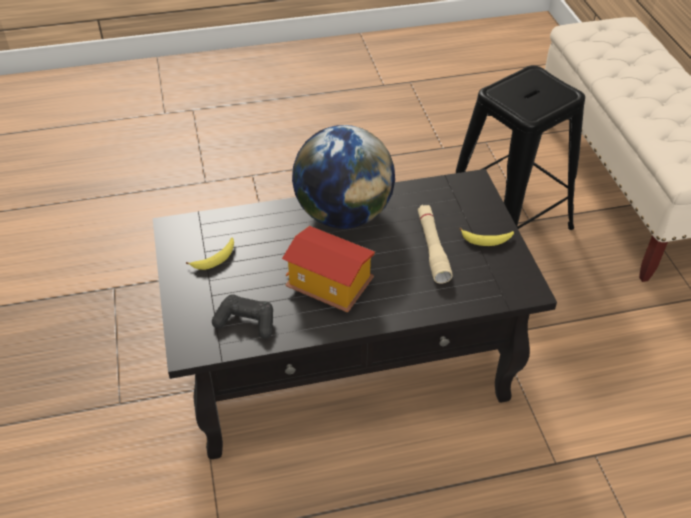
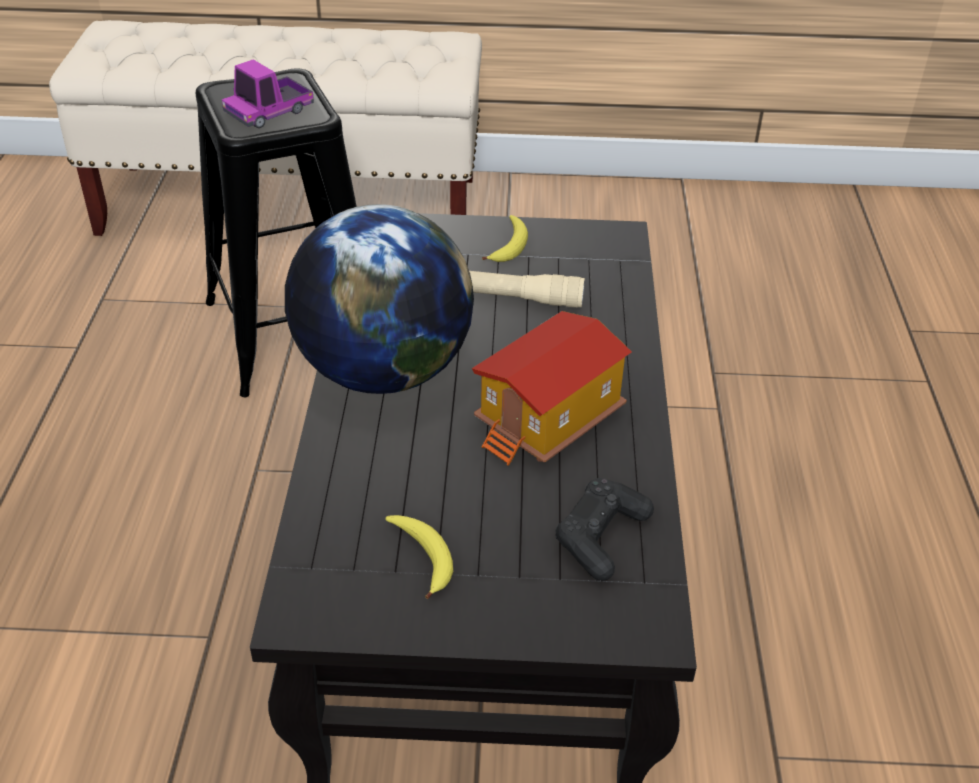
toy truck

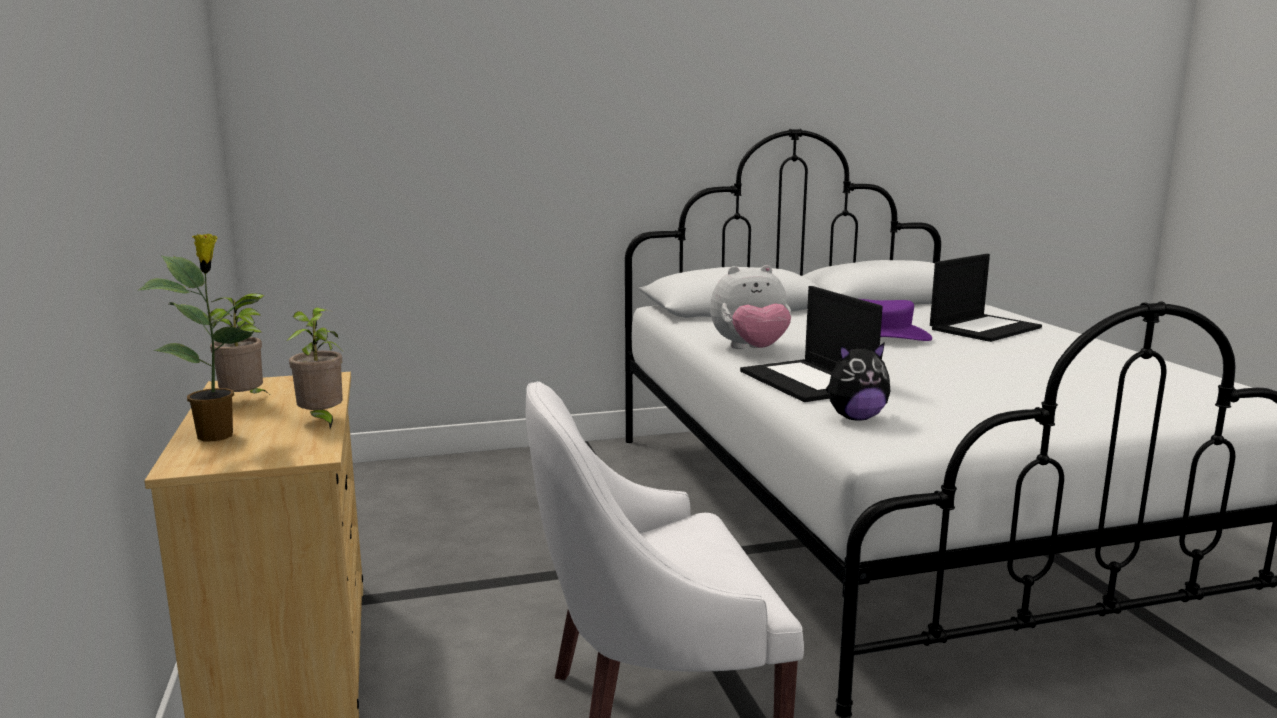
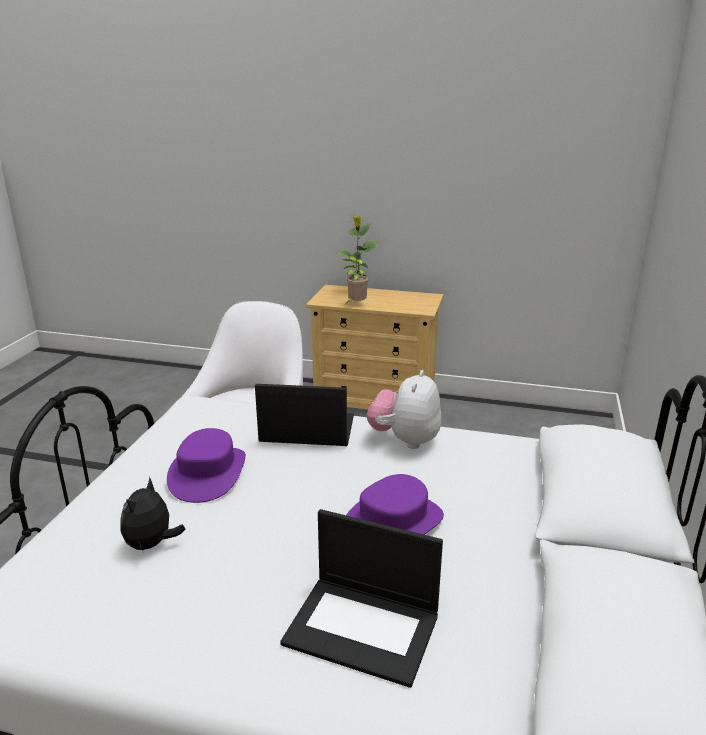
potted plant (2nd from left in the first image)
purple hat (1st from left)
plush toy (1st from left)
laptop (2nd from left)

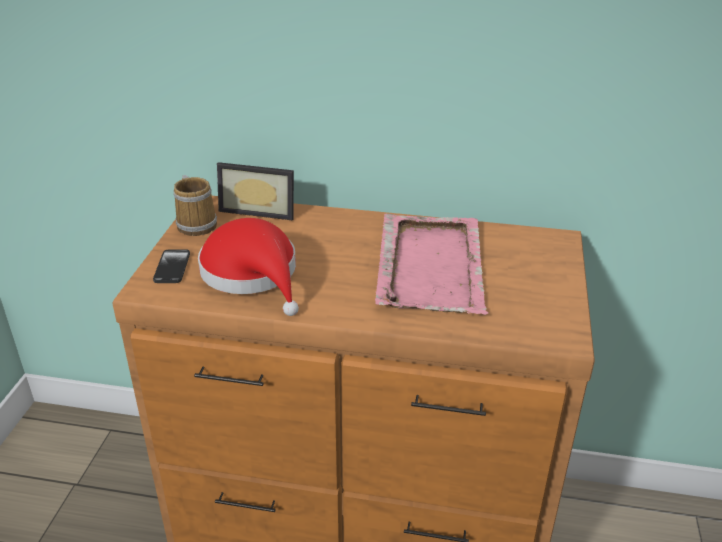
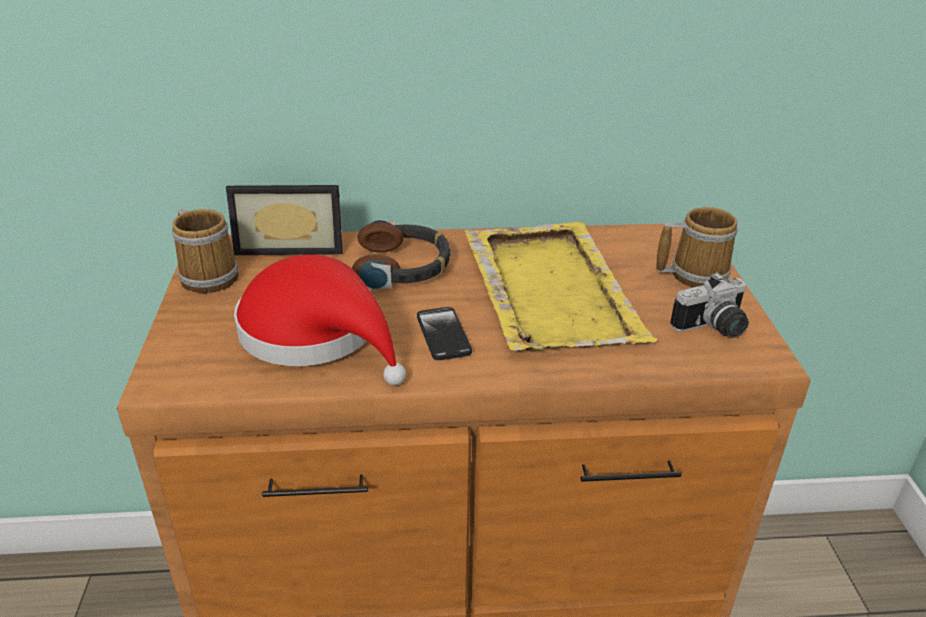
headphones
mug (2nd from left)
photo camera
phone
yellow tray

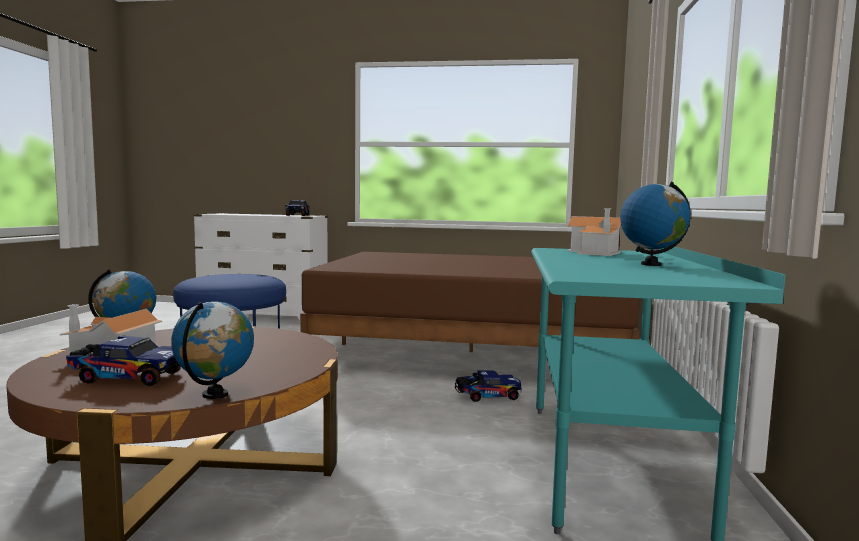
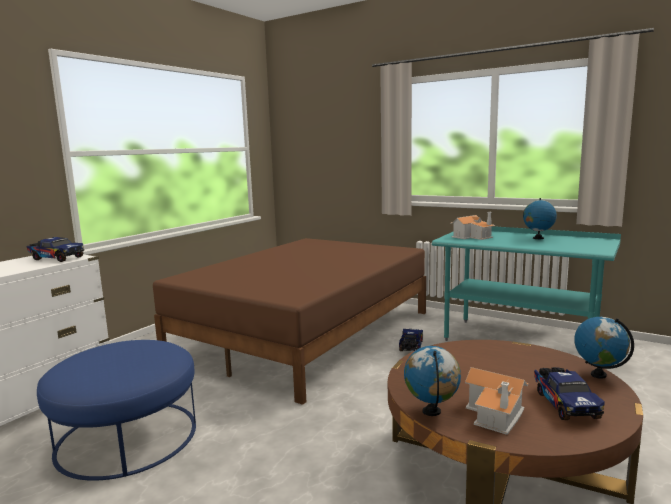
toy truck (3rd from left)

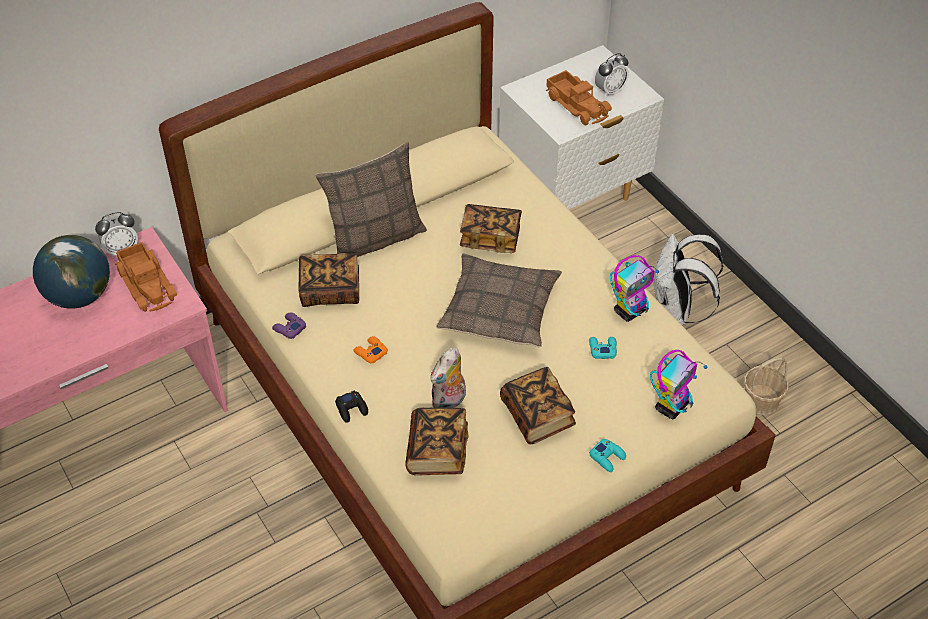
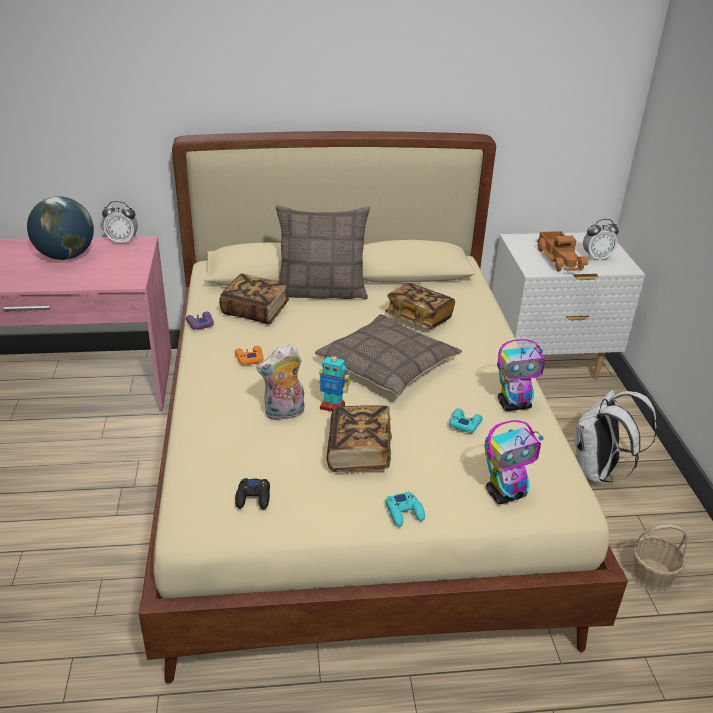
toy truck (1st from left in the first image)
book (2nd from left in the first image)
toy robot (1st from left)
black game controller

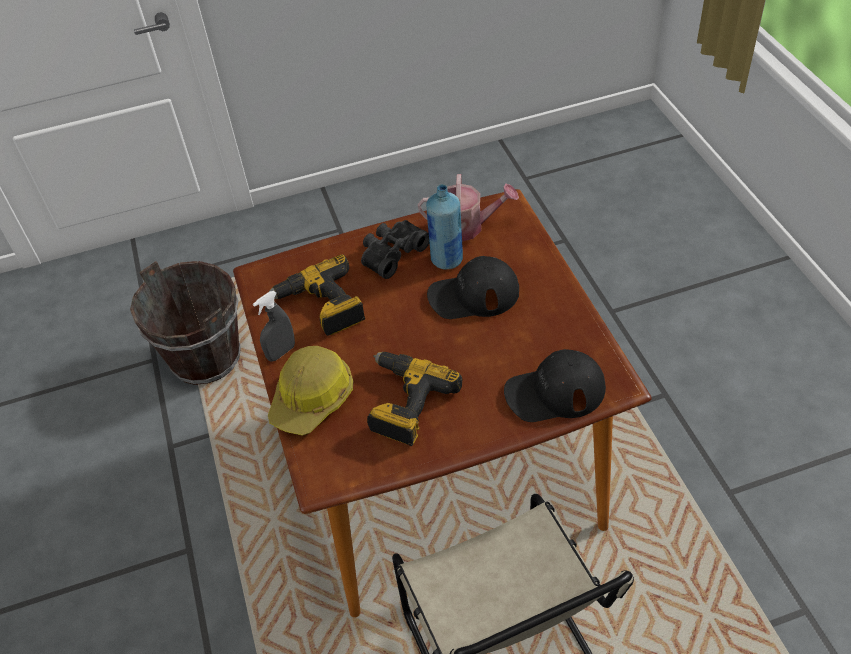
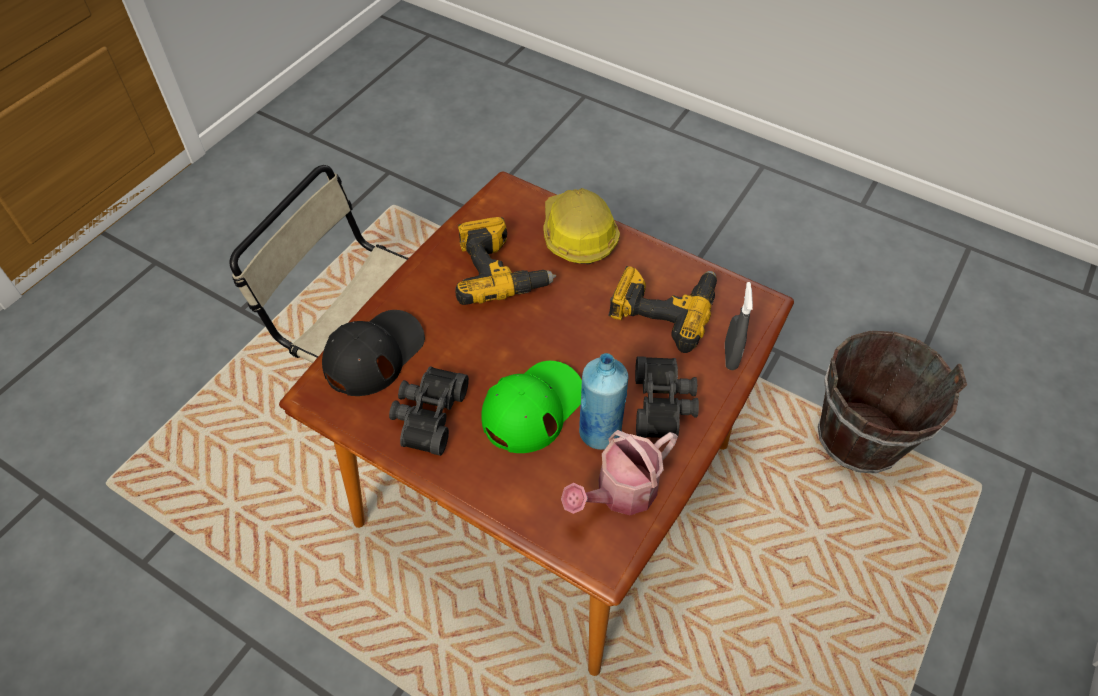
black binoculars (1st from left)
grey spray bottle
green cap

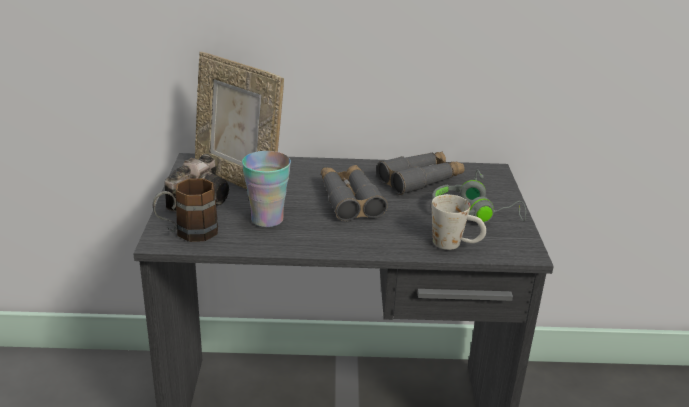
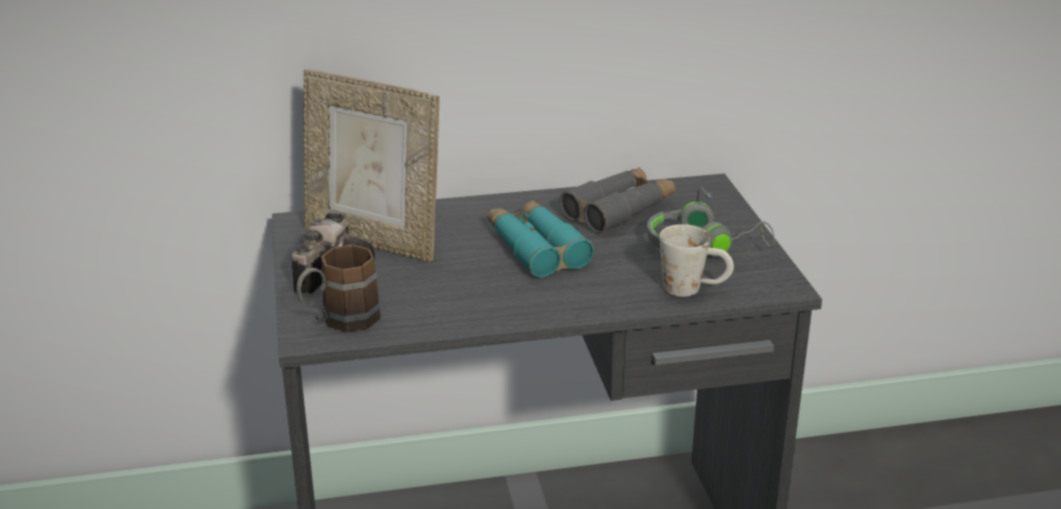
cup
turquoise binoculars

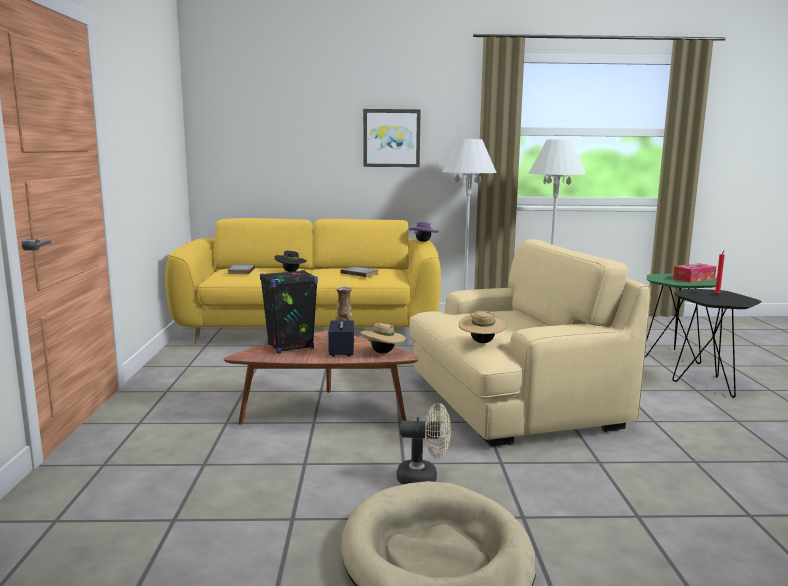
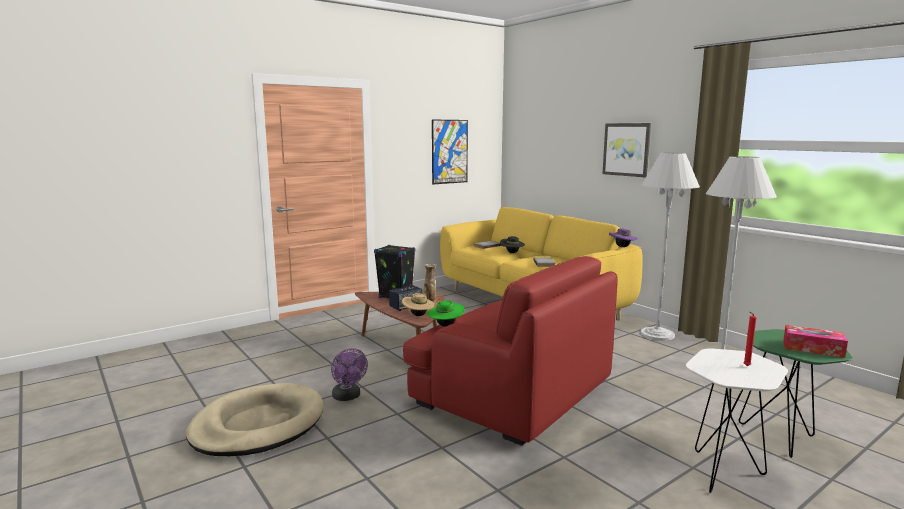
picture (1st from left)
purple fan
red armchair
green hat
white side table

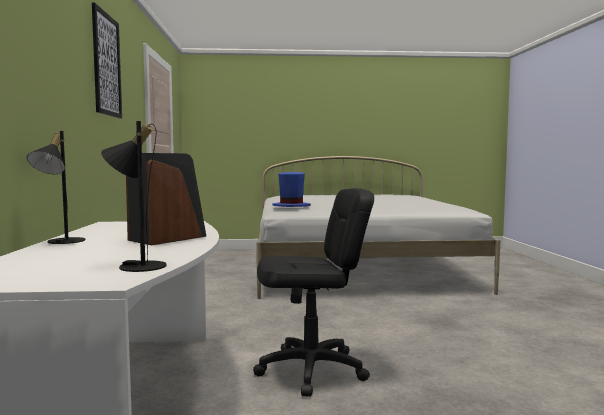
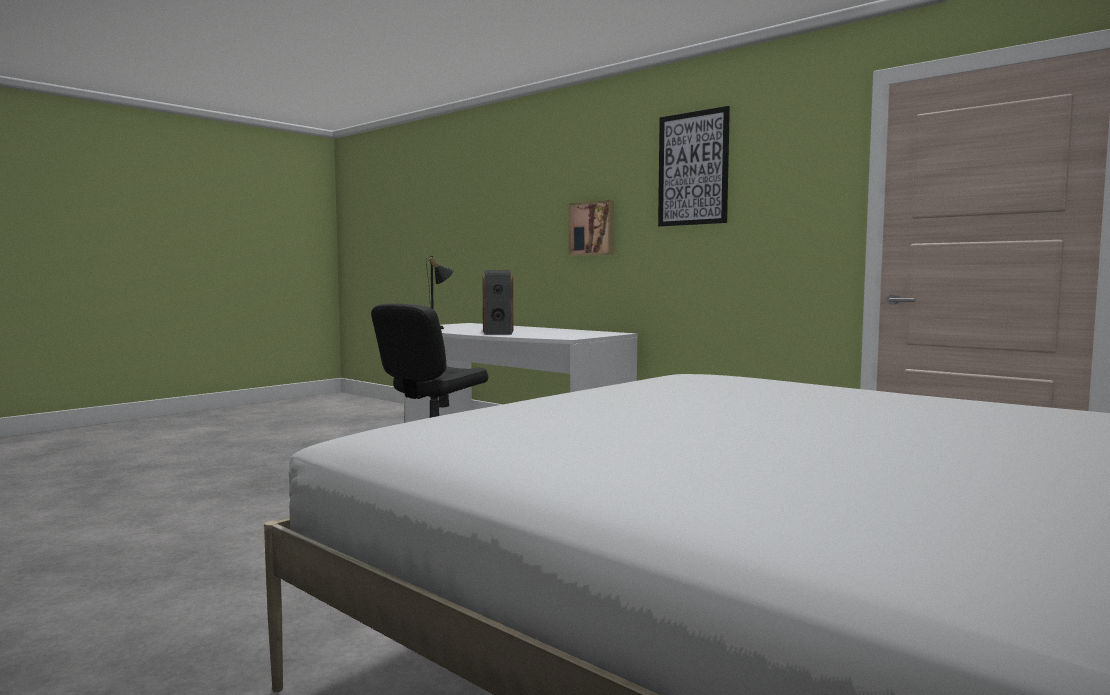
black table lamp (1st from left in the first image)
blue hat
picture (1st from left)

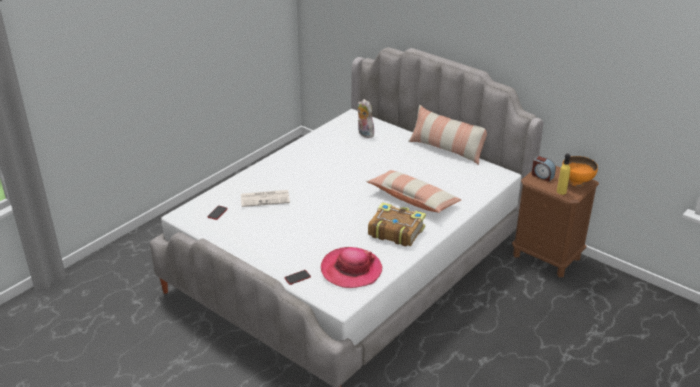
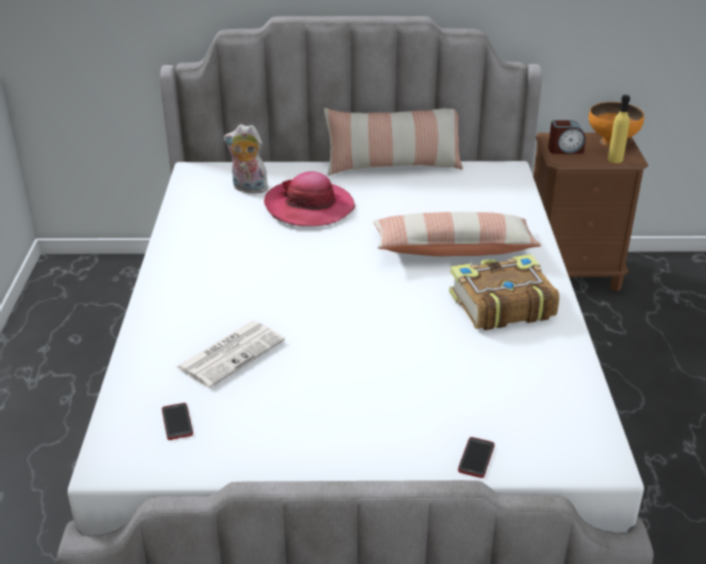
hat

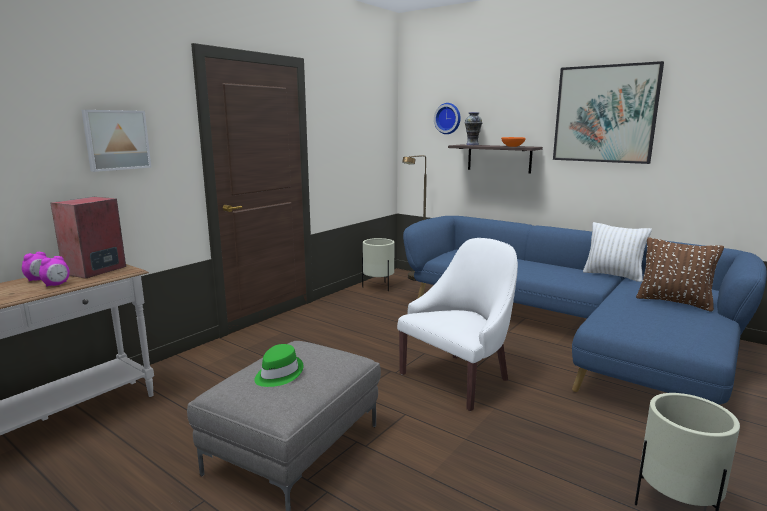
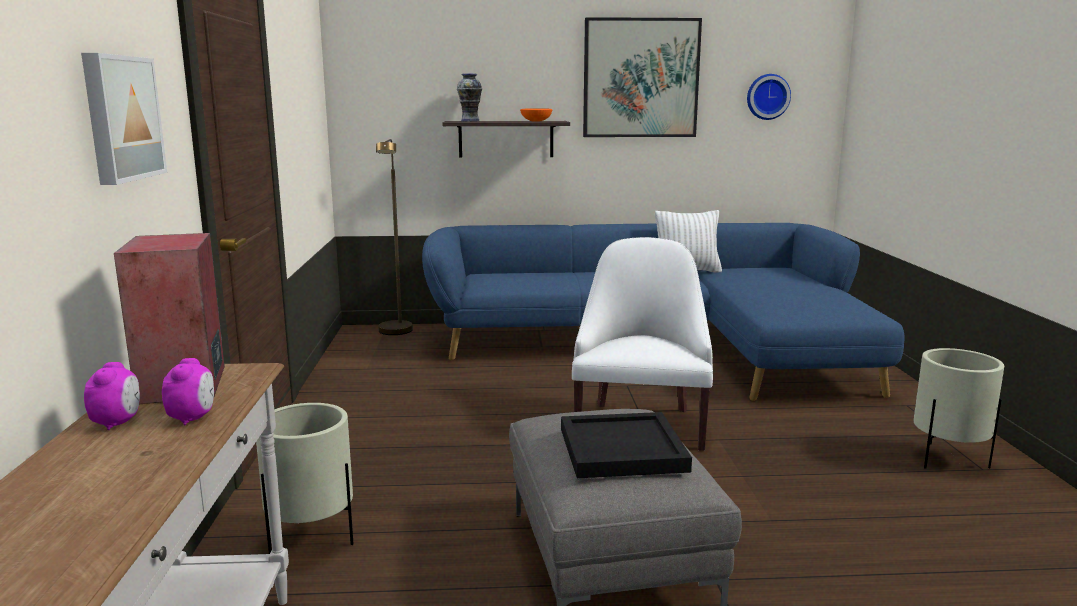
brown pillow
beige planter (1st from left)
wall clock
black tray

